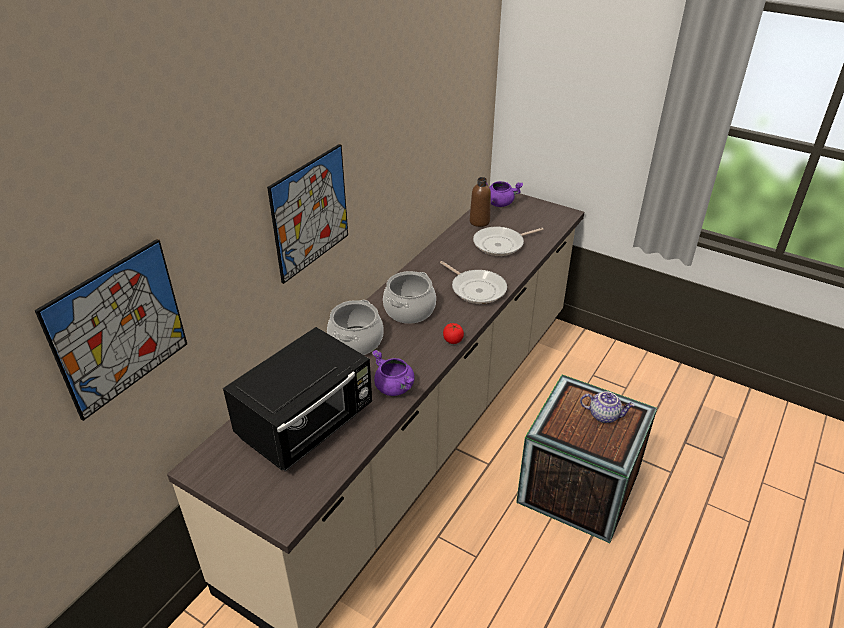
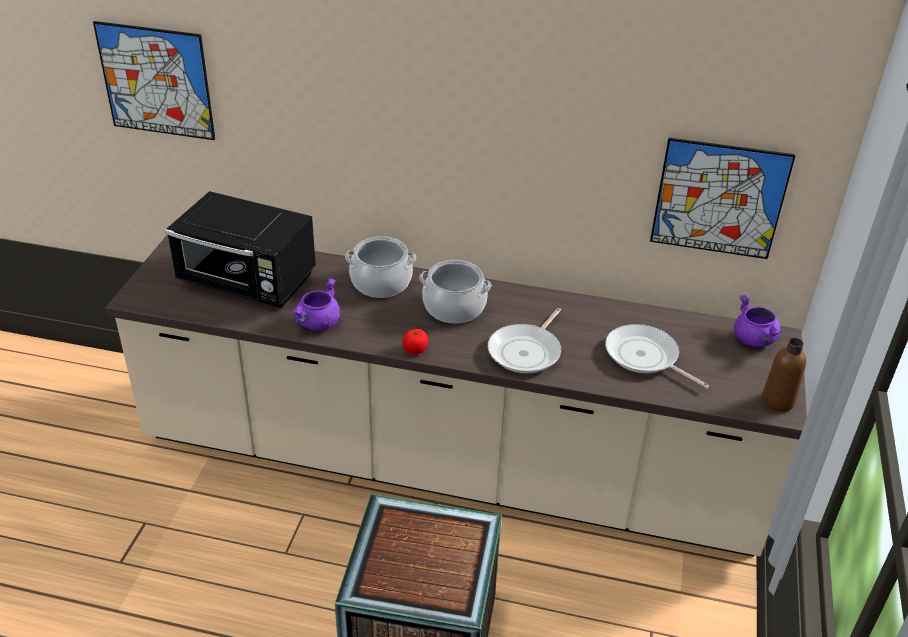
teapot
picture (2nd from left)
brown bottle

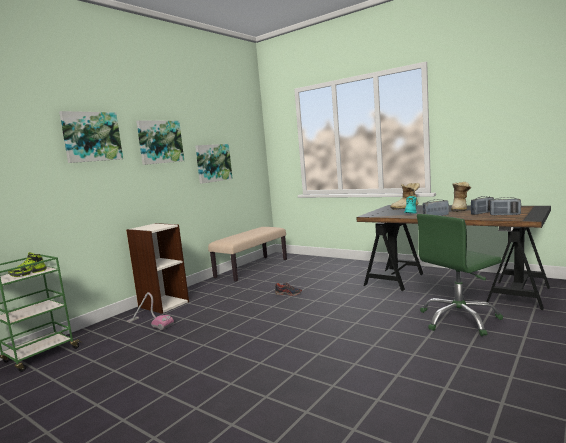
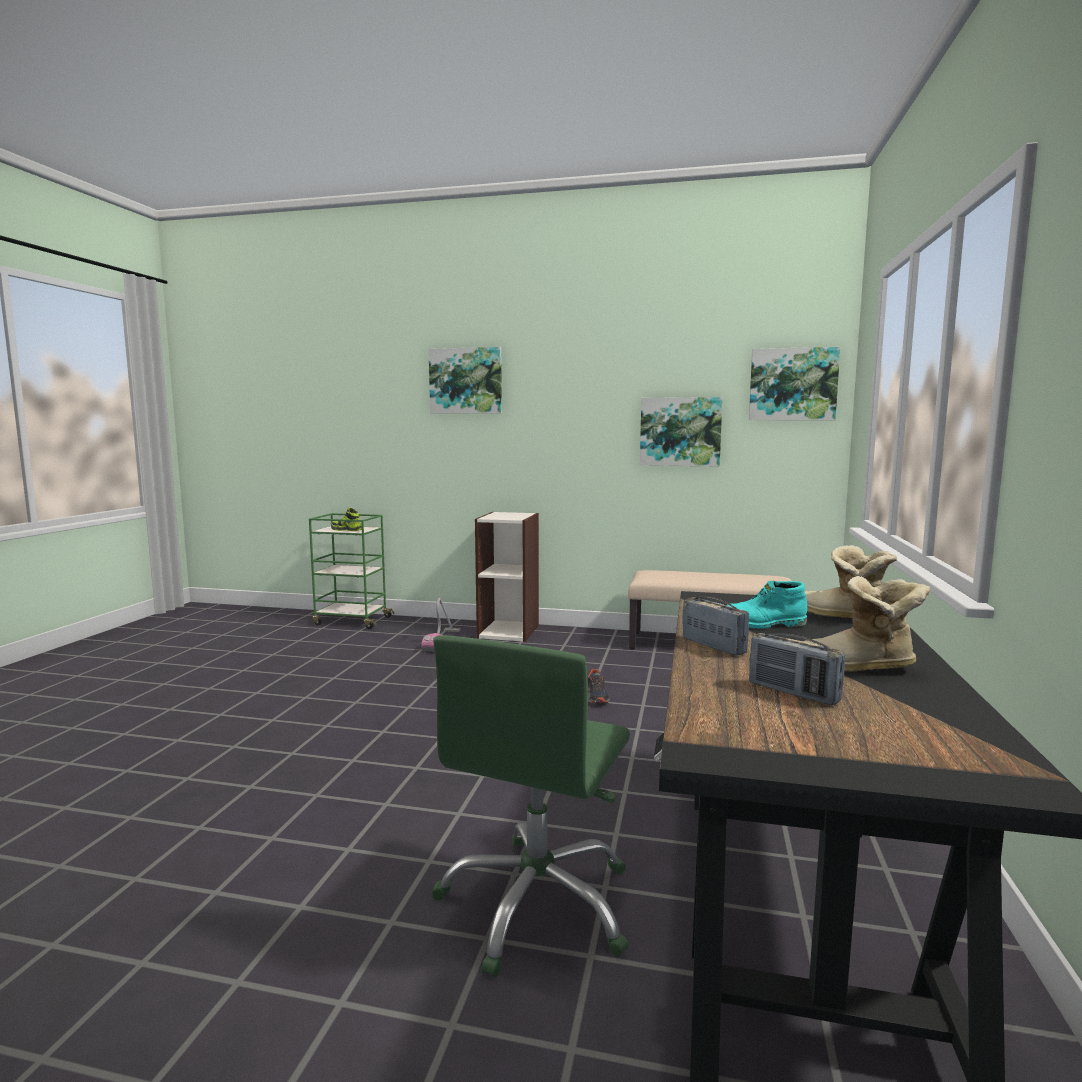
radio (3rd from left in the first image)
picture (3rd from left)
green office chair

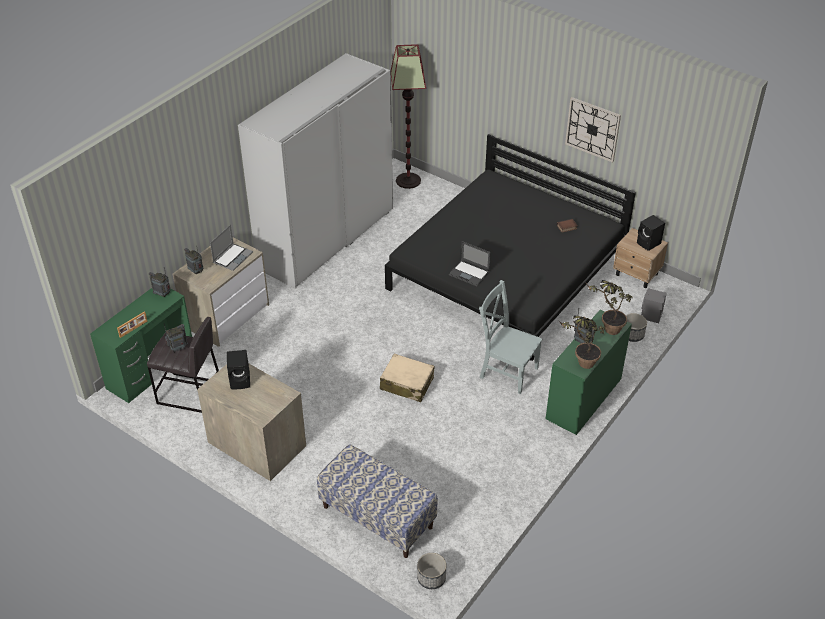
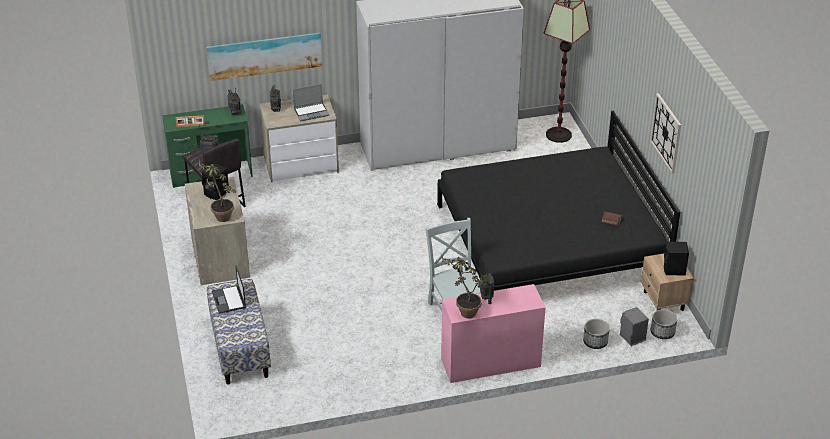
beige suitcase
picture
planter (2nd from left)
laptop (1st from left)
potted plant (1st from left)
pink desk

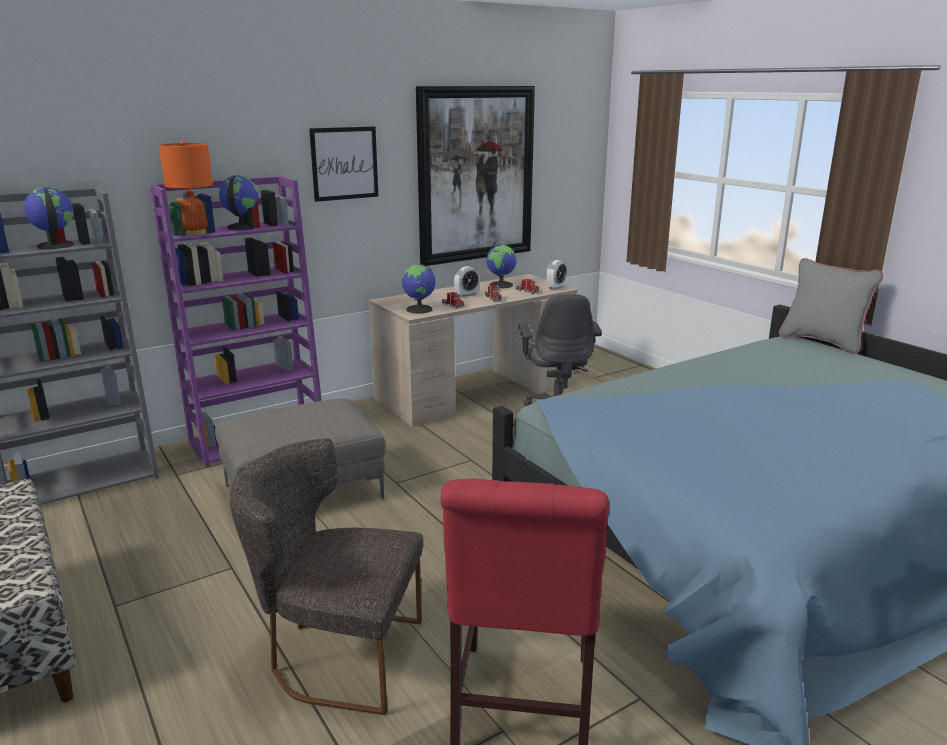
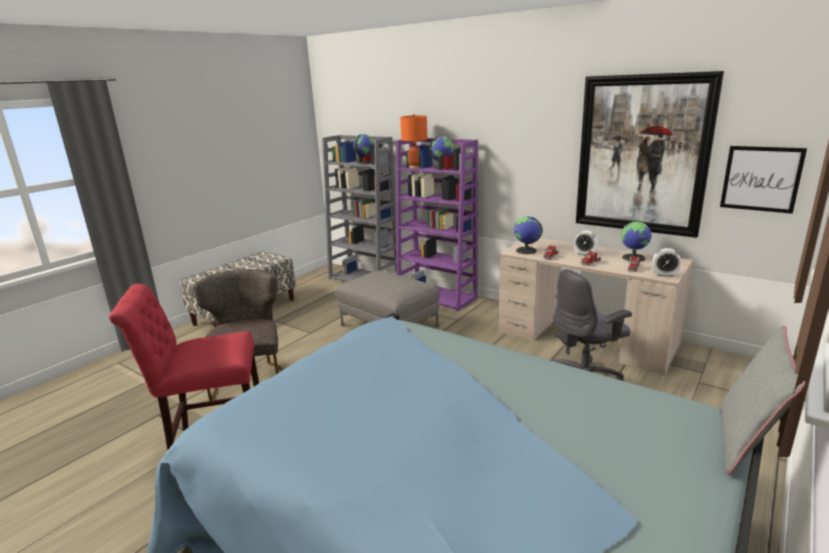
picture (2nd from left)

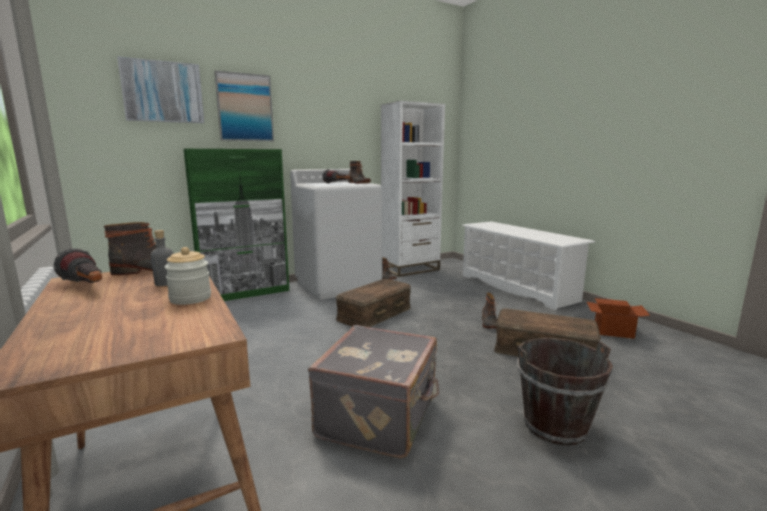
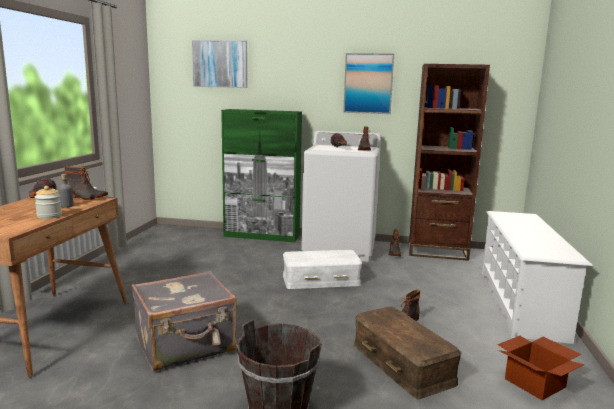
picture (2nd from left)
white storage box
brown bookcase

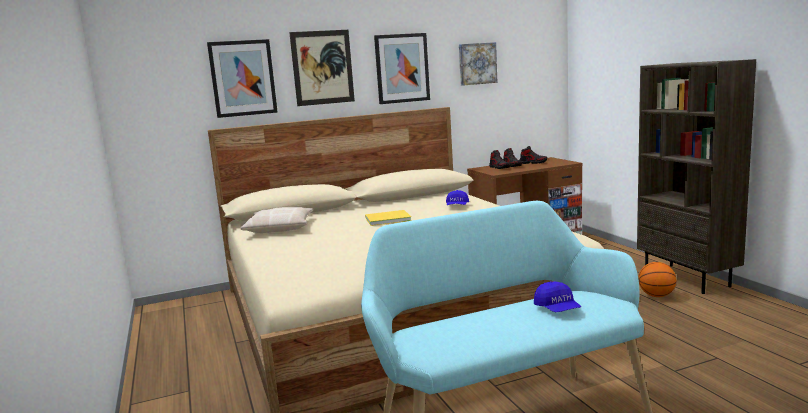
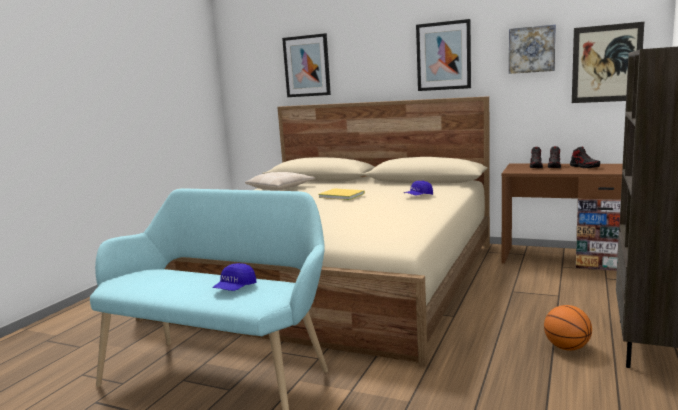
picture (4th from left)

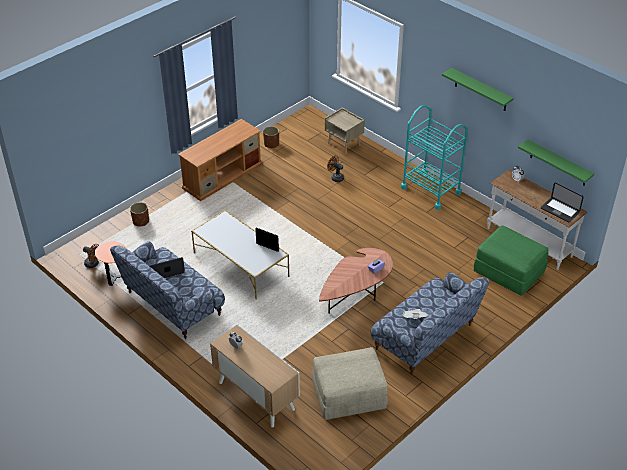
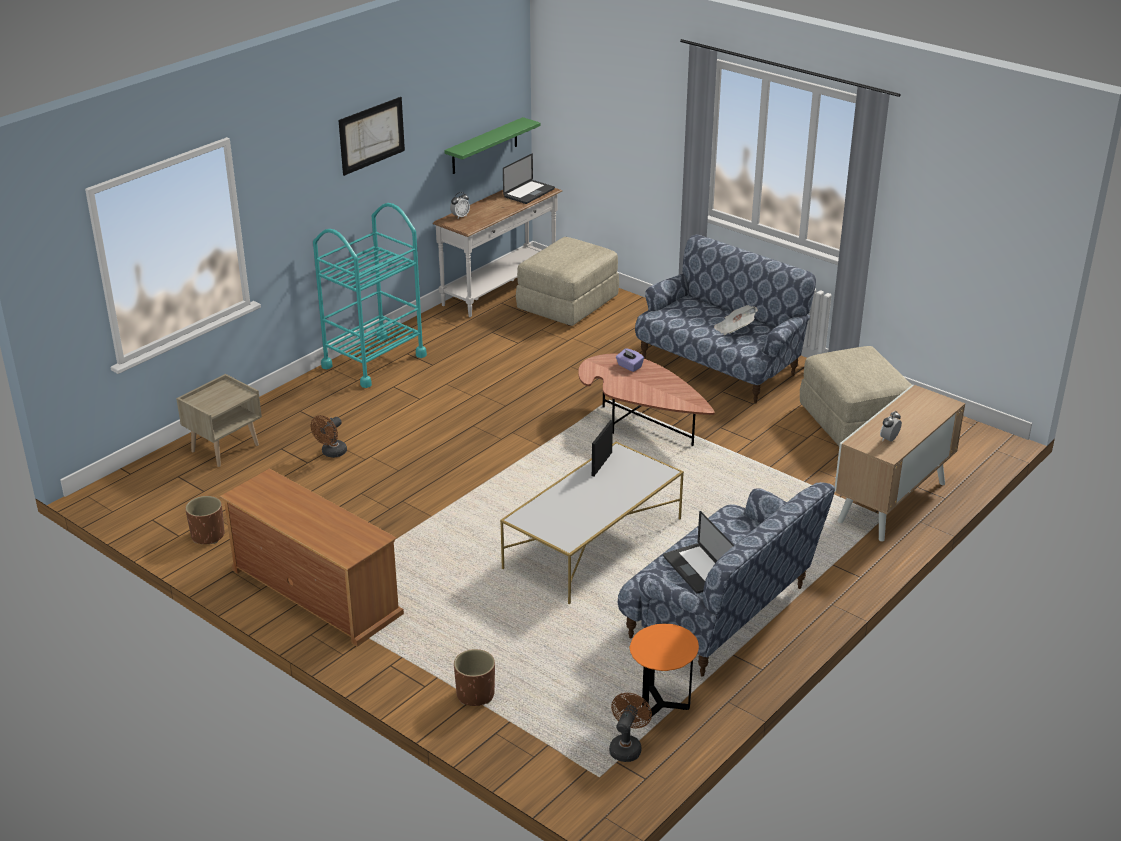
picture
beige ottoman (1st from left)

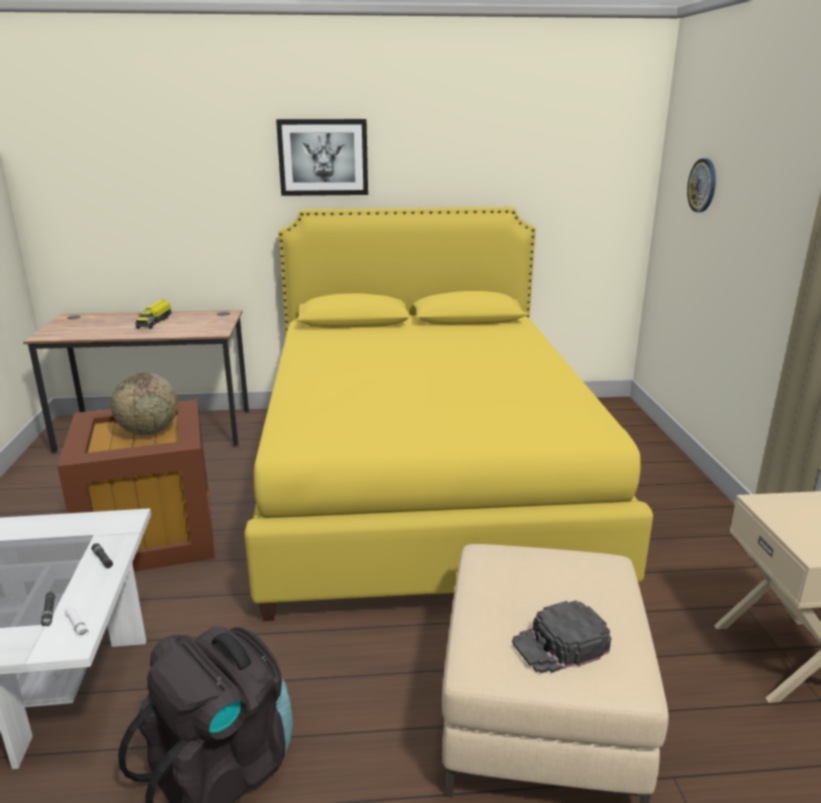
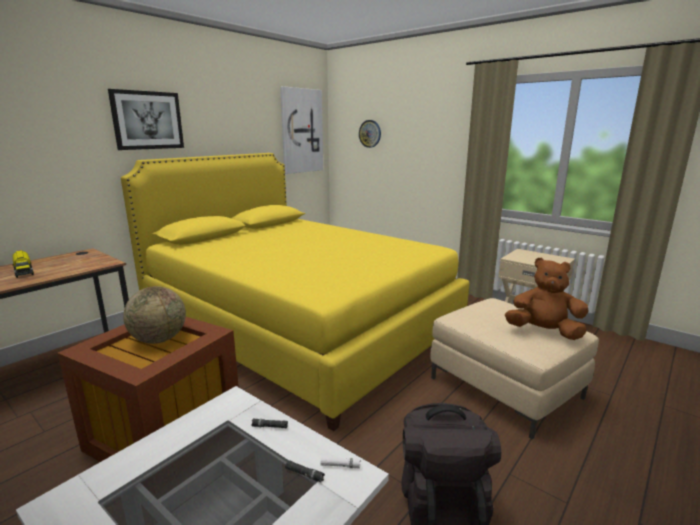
picture (2nd from left)
brown plush toy

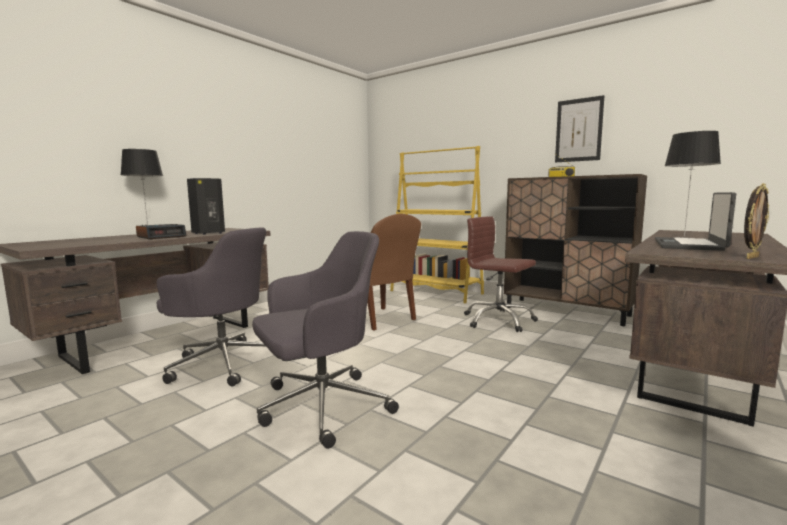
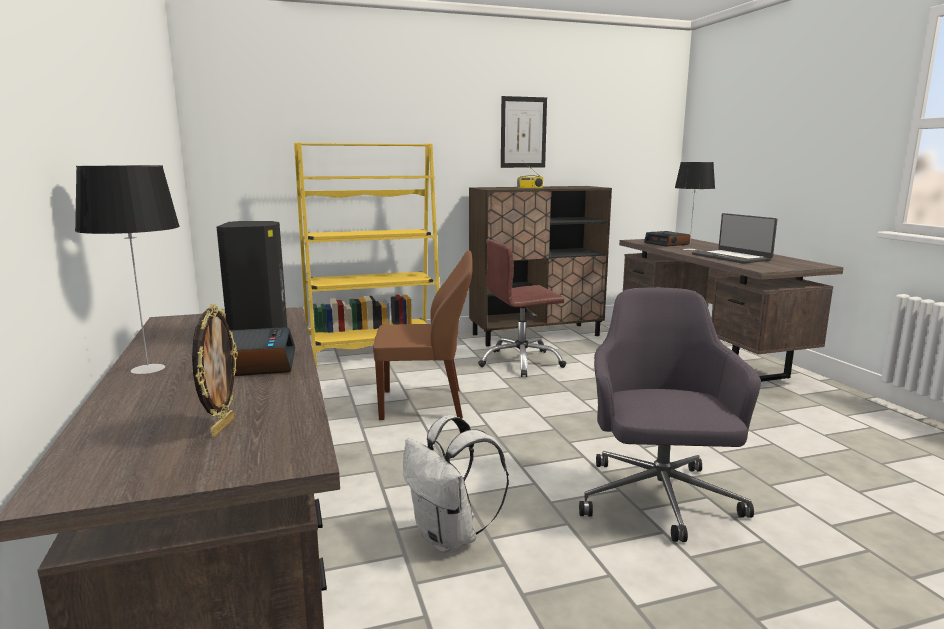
alarm clock (2nd from left)
picture frame
white backpack

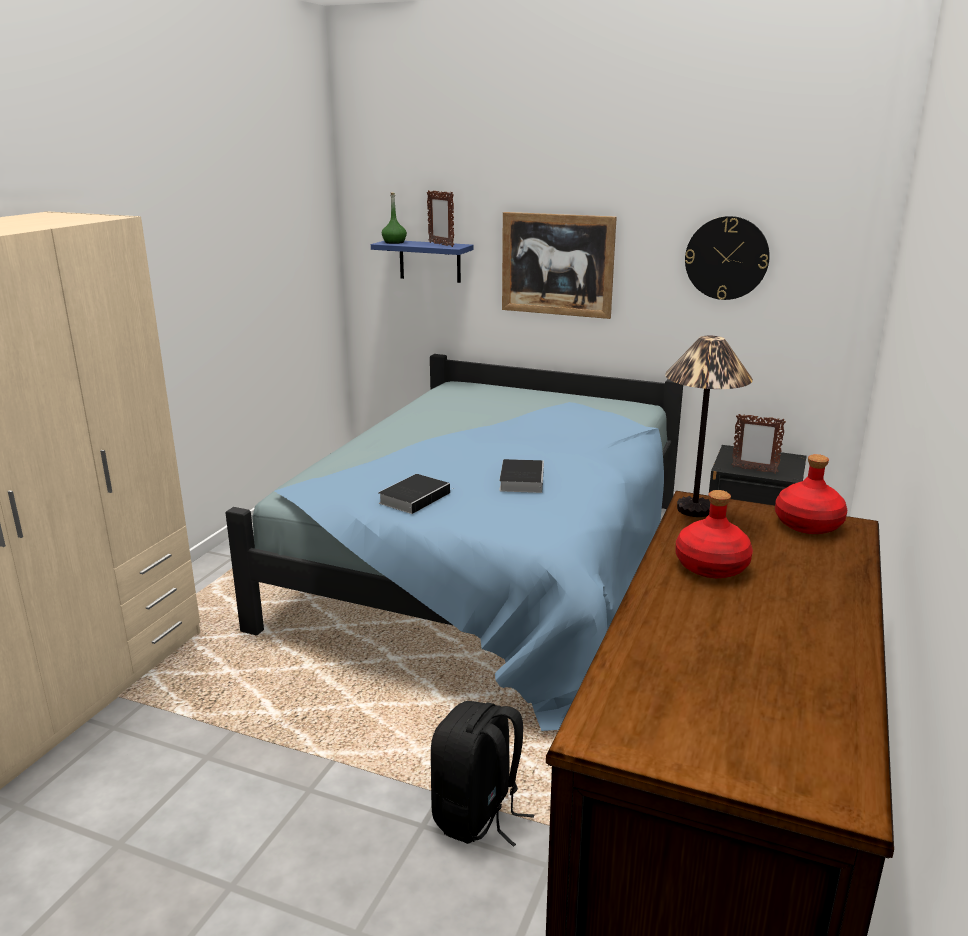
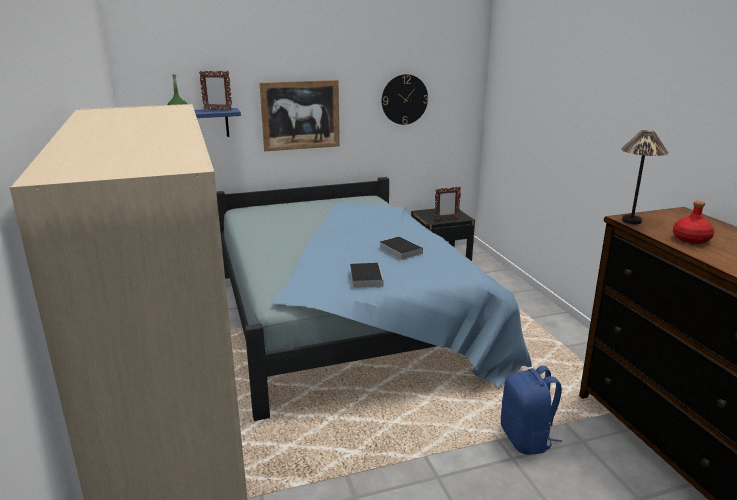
red bottle (2nd from left in the first image)
blue backpack

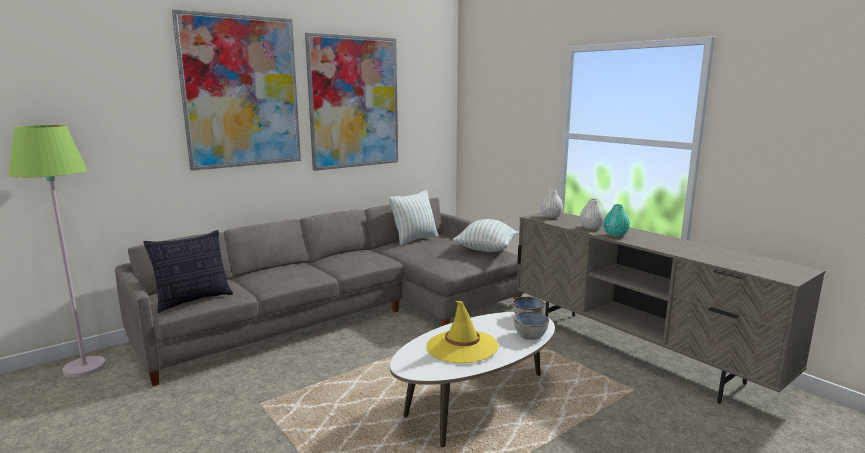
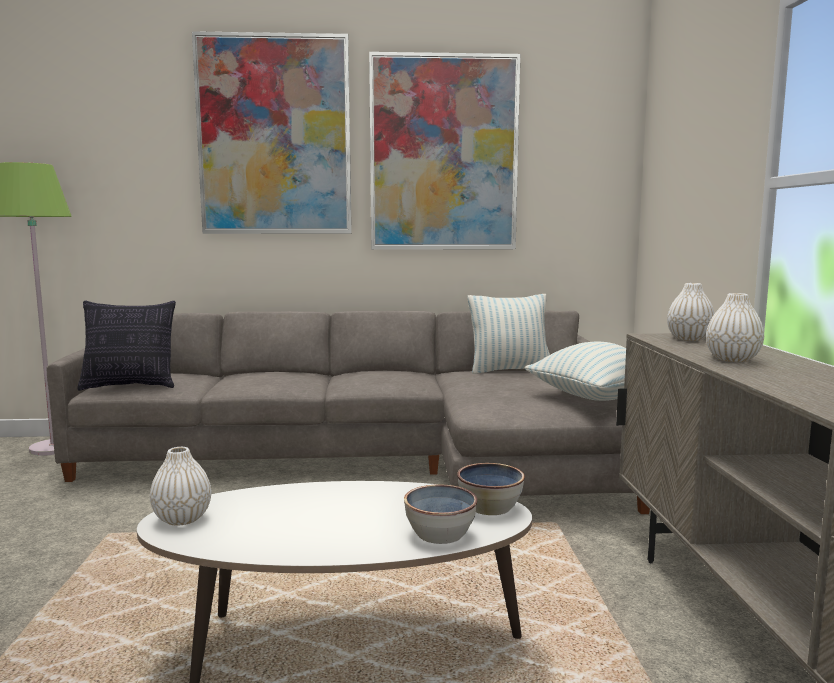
yellow hat
turquoise vase
white vase (1st from left)

